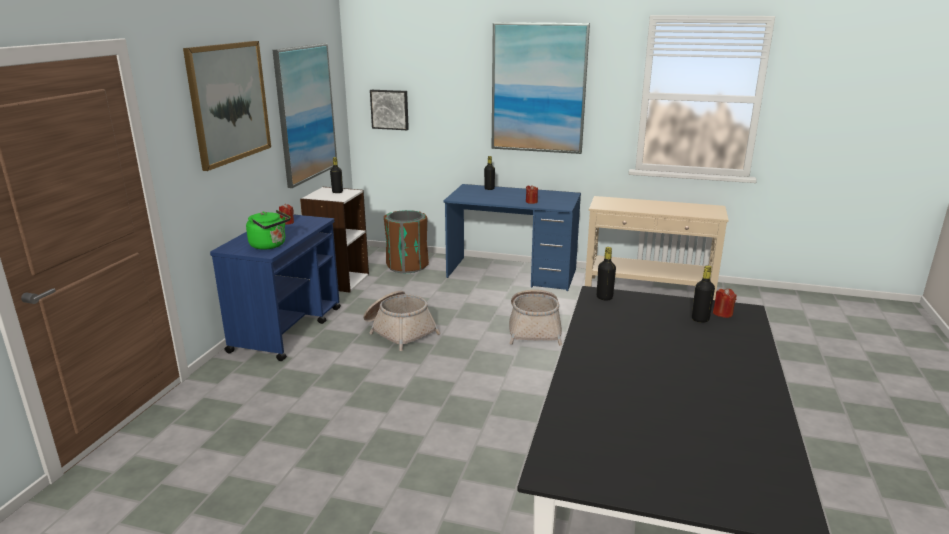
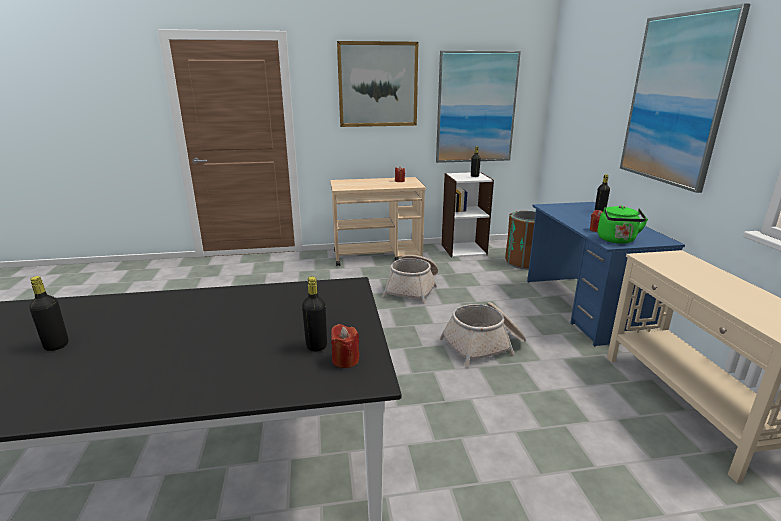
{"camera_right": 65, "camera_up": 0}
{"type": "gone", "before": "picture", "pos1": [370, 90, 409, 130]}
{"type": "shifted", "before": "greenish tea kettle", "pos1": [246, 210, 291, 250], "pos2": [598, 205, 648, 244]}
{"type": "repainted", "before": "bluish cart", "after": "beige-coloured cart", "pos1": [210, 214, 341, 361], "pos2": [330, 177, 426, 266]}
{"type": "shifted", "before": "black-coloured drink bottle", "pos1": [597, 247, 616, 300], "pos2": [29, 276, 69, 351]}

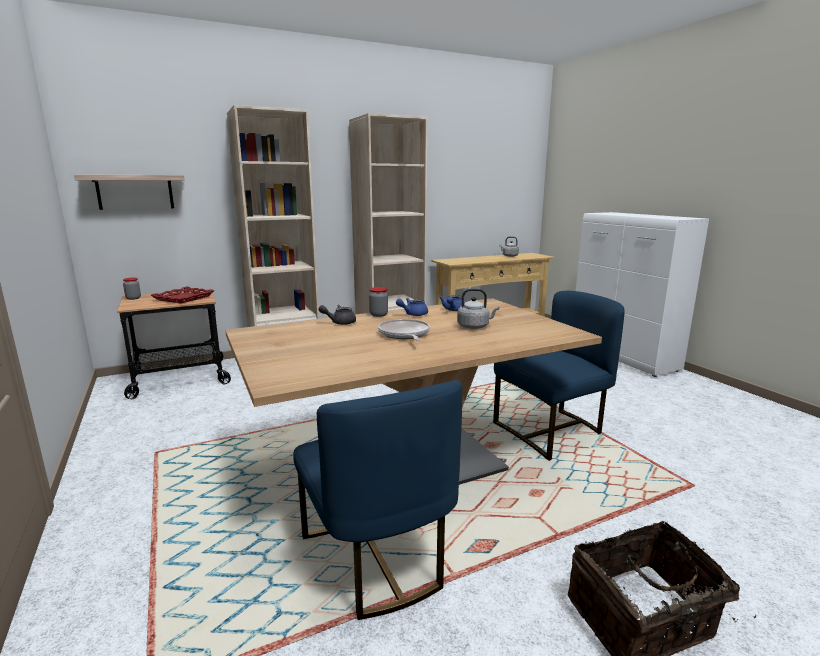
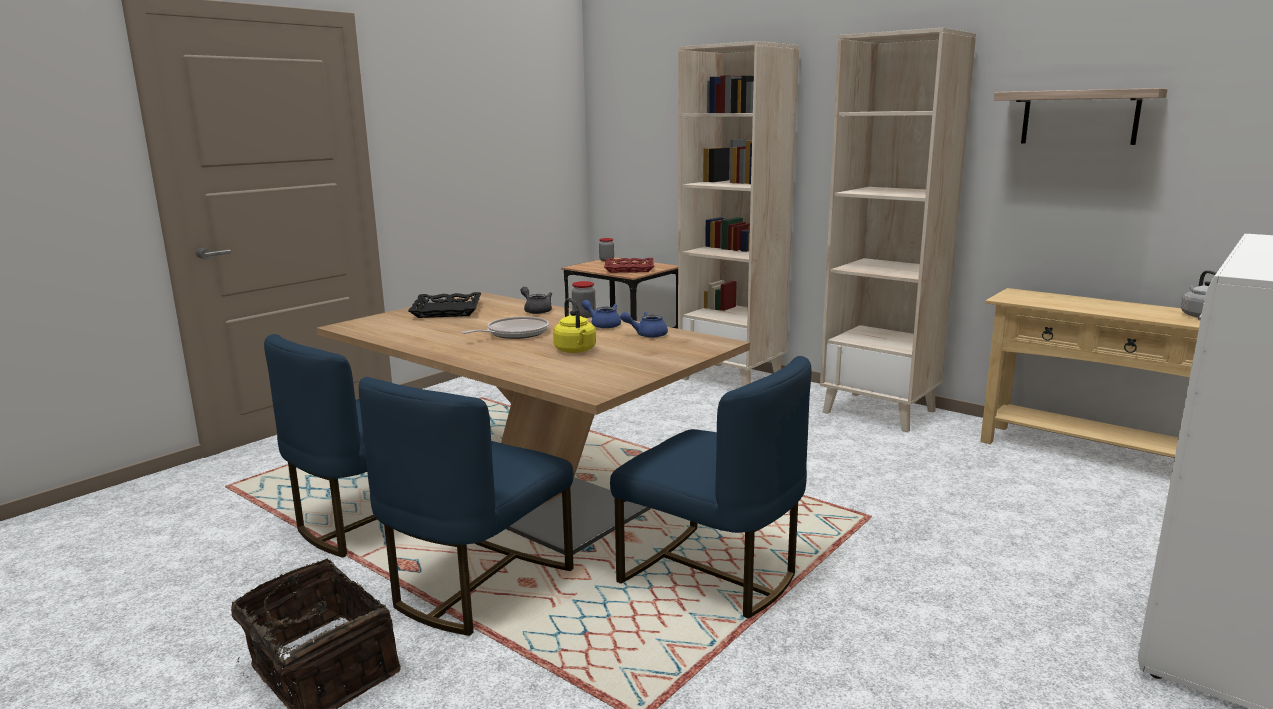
{"camera_right": 65, "camera_up": 0}
{"type": "shifted", "before": "wall shelf", "pos1": [74, 174, 184, 210], "pos2": [994, 88, 1167, 145]}
{"type": "repainted", "before": "gray tea kettle", "after": "yellowish tea kettle", "pos1": [457, 288, 500, 329], "pos2": [553, 298, 596, 353]}
{"type": "new", "after": "black-coloured serving tray", "pos2": [408, 292, 481, 318]}
{"type": "new", "after": "bluish plain chair", "pos2": [359, 377, 573, 636]}

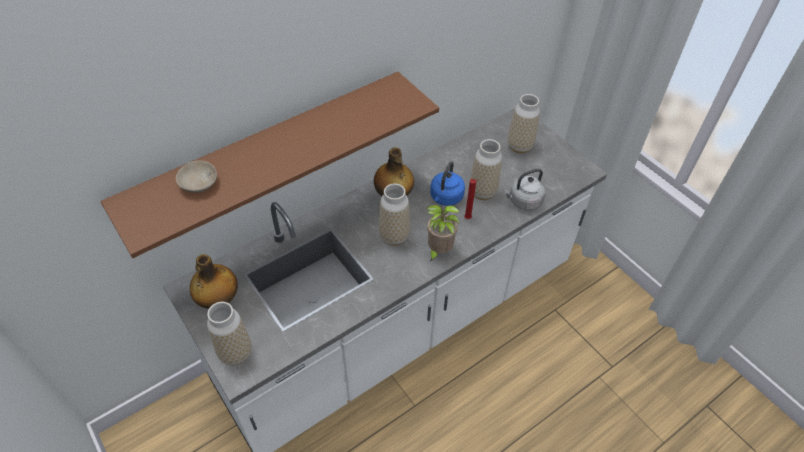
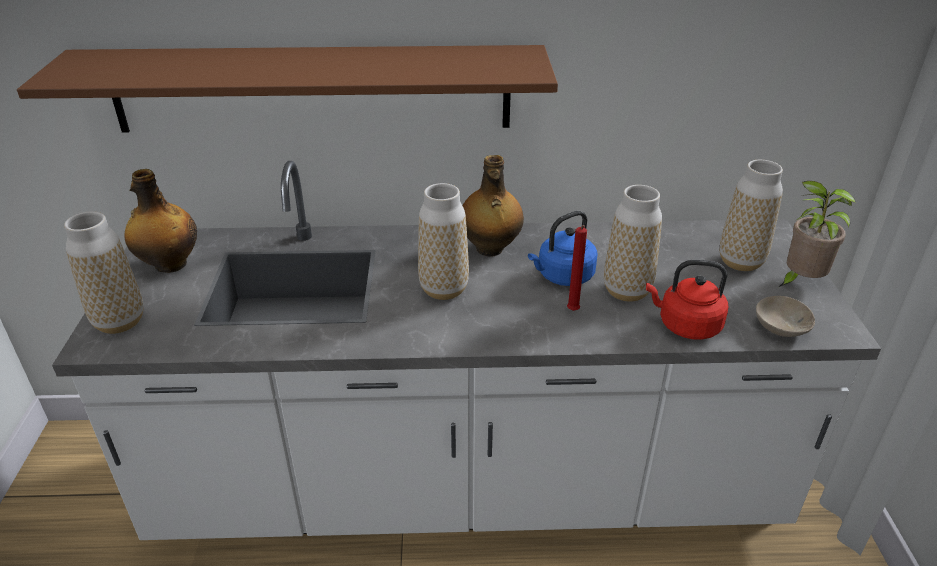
{"camera_right": 35, "camera_up": -15}
{"type": "shifted", "before": "beige-coloured bowl", "pos1": [176, 161, 217, 193], "pos2": [756, 296, 815, 337]}
{"type": "repainted", "before": "gray tea kettle", "after": "reddish tea kettle", "pos1": [503, 169, 546, 210], "pos2": [646, 260, 728, 340]}
{"type": "shifted", "before": "houseplant", "pos1": [427, 205, 460, 262], "pos2": [779, 181, 856, 287]}

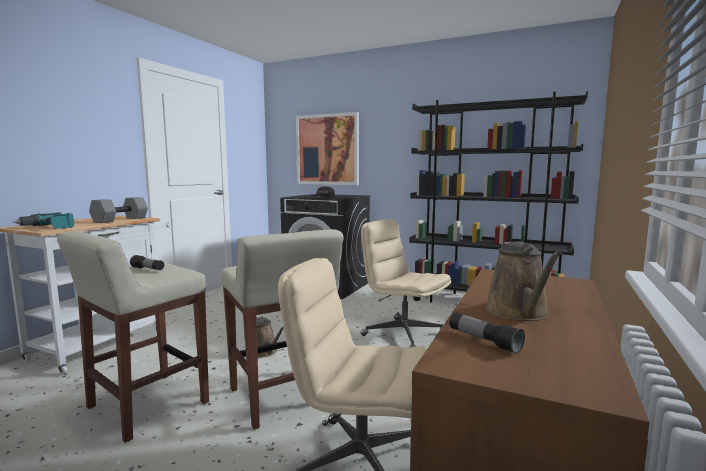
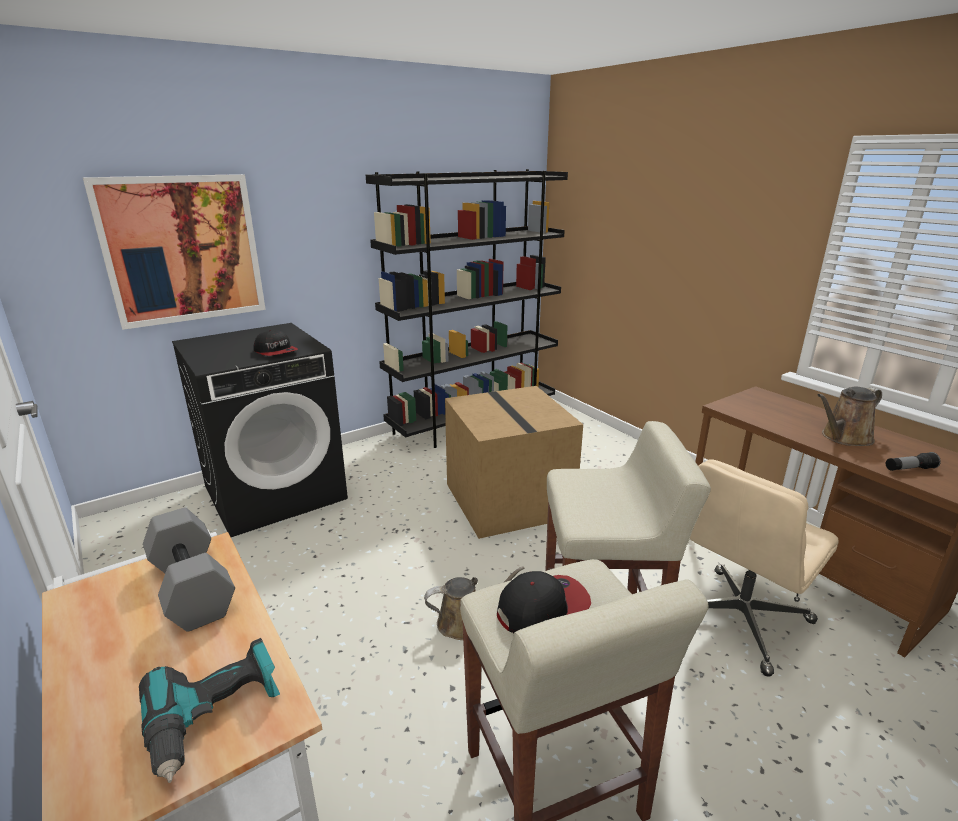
{"camera_right": -60, "camera_up": 15}
{"type": "swapped", "before": "beige-coloured office chair", "after": "carton", "pos1": [361, 219, 451, 347], "pos2": [445, 386, 583, 539]}
{"type": "rotated", "before": "brownish watering can", "pos1": [485, 241, 562, 321], "pos2": [817, 387, 882, 446], "turn": 120}
{"type": "swapped", "before": "hand torch", "after": "peaked cap", "pos1": [130, 255, 164, 270], "pos2": [497, 571, 591, 633]}

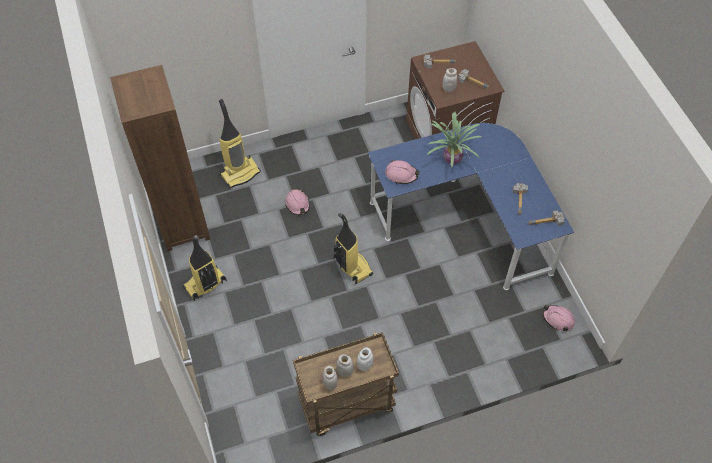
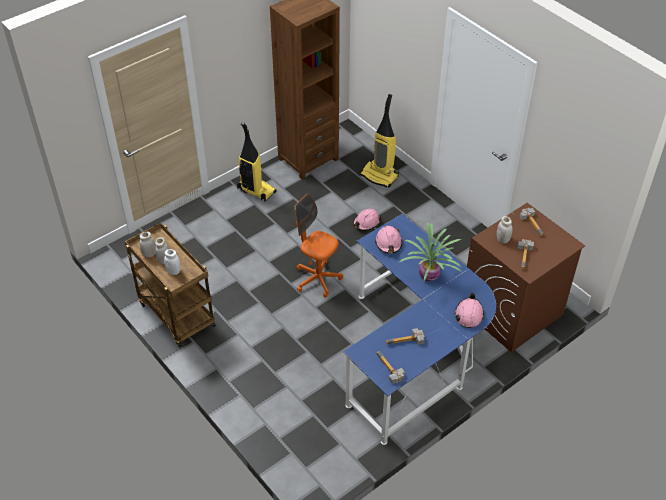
{"camera_right": 70, "camera_up": -10}
{"type": "swapped", "before": "vacuum cleaner", "after": "orange-coloured office chair", "pos1": [334, 213, 373, 284], "pos2": [294, 194, 343, 297]}
{"type": "shifted", "before": "pink work helmet", "pos1": [543, 305, 575, 331], "pos2": [455, 293, 484, 328]}

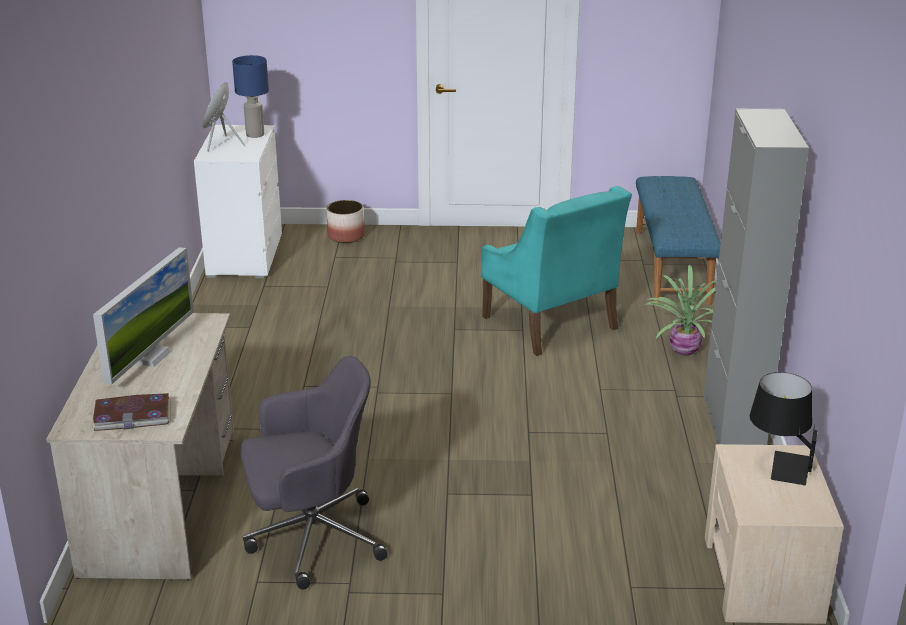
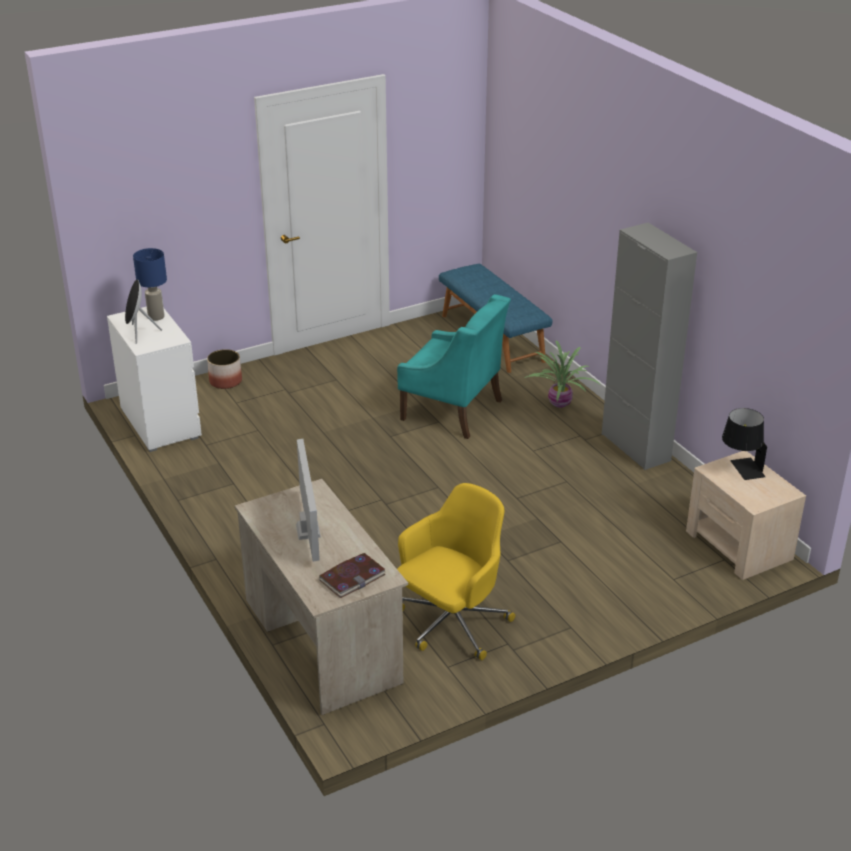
{"camera_right": -30, "camera_up": 5}
{"type": "repainted", "before": "gray office chair", "after": "yellowish office chair", "pos1": [240, 356, 387, 590], "pos2": [397, 483, 515, 660]}

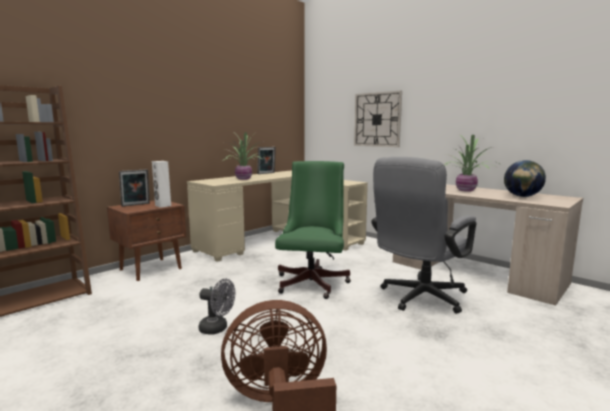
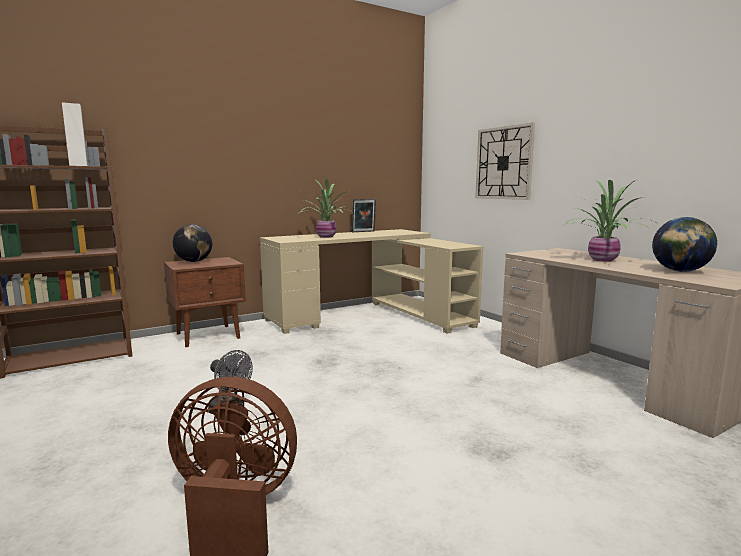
{"camera_right": 15, "camera_up": 0}
{"type": "gone", "before": "gray office chair", "pos1": [371, 157, 476, 314]}
{"type": "shifted", "before": "white loudspeaker", "pos1": [152, 161, 171, 208], "pos2": [62, 102, 87, 166]}
{"type": "gone", "before": "greenish office chair", "pos1": [275, 161, 351, 299]}
{"type": "swapped", "before": "picture frame", "after": "globe", "pos1": [119, 169, 150, 207], "pos2": [173, 224, 212, 262]}

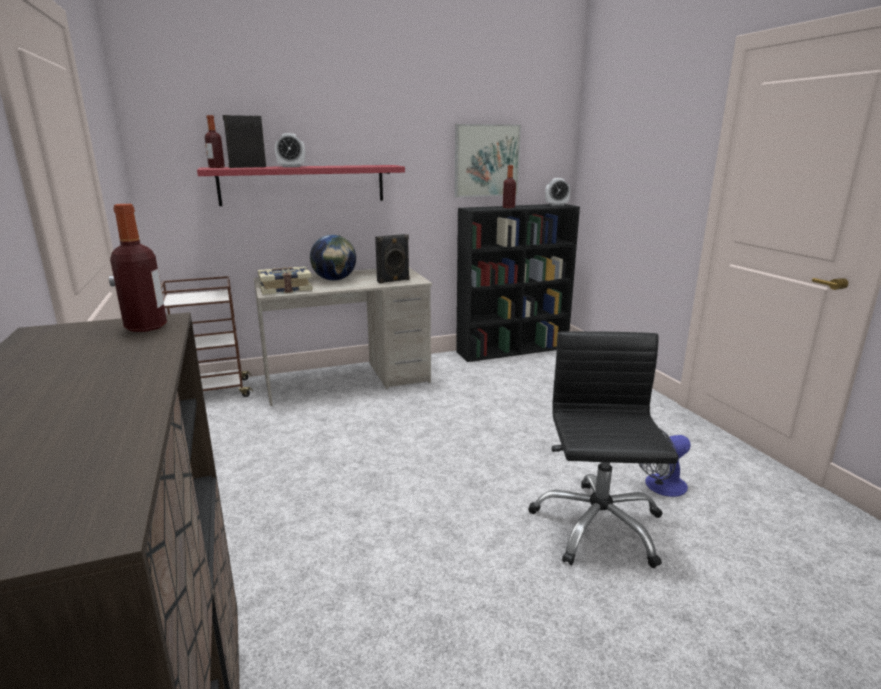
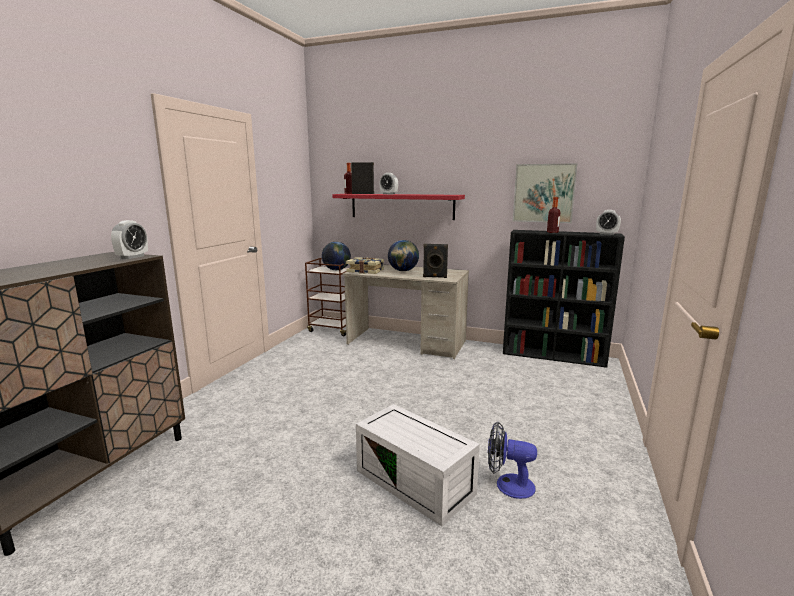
{"camera_right": 40, "camera_up": -5}
{"type": "swapped", "before": "drink bottle", "after": "bedside clock", "pos1": [110, 204, 167, 332], "pos2": [111, 220, 148, 259]}
{"type": "swapped", "before": "black-coloured office chair", "after": "white storage bin", "pos1": [528, 331, 679, 568], "pos2": [356, 404, 480, 526]}
{"type": "new", "after": "globe", "pos2": [322, 242, 351, 270]}

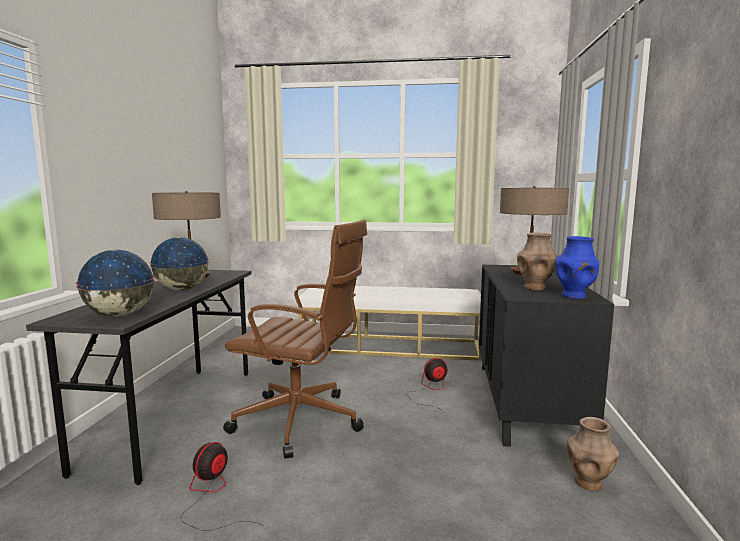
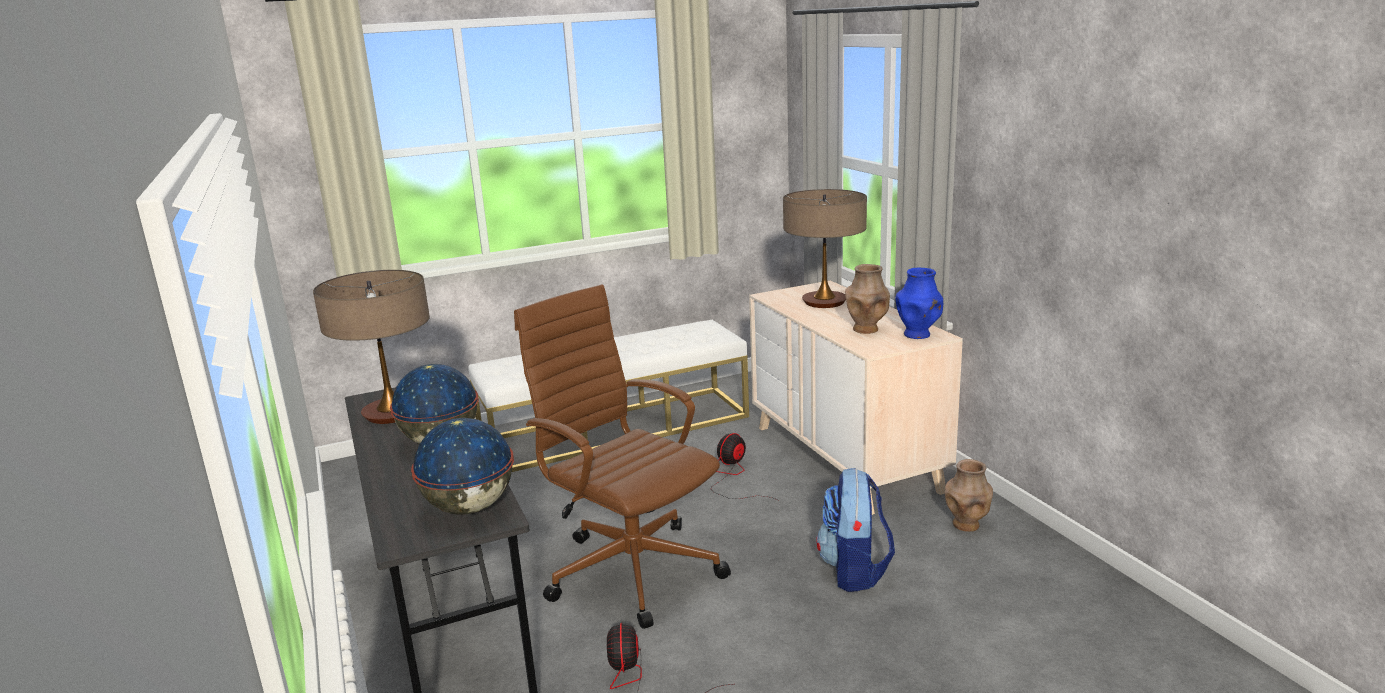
{"camera_right": -30, "camera_up": 10}
{"type": "rotated", "before": "brownish office chair", "pos1": [223, 219, 367, 459], "pos2": [514, 284, 731, 629], "turn": -120}
{"type": "repainted", "before": "black-coloured dresser", "after": "beige-coloured dresser", "pos1": [479, 265, 614, 447], "pos2": [749, 281, 963, 515]}
{"type": "new", "after": "knapsack", "pos2": [816, 468, 895, 592]}

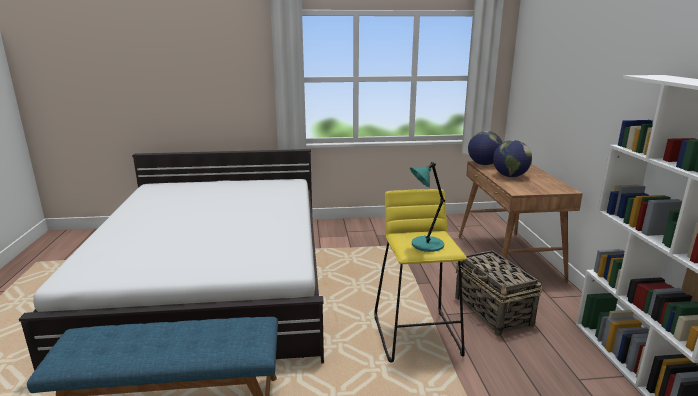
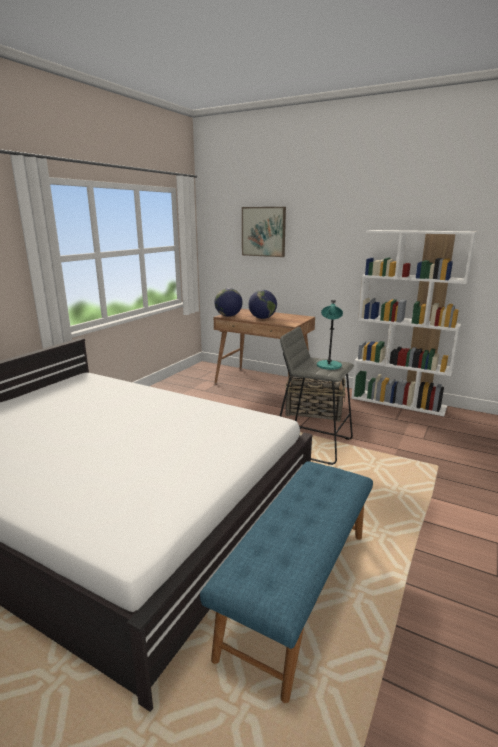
{"camera_right": -55, "camera_up": 0}
{"type": "repainted", "before": "yellowish stool", "after": "gray stool", "pos1": [374, 189, 467, 363], "pos2": [280, 327, 354, 465]}
{"type": "new", "after": "picture", "pos2": [242, 207, 286, 257]}

